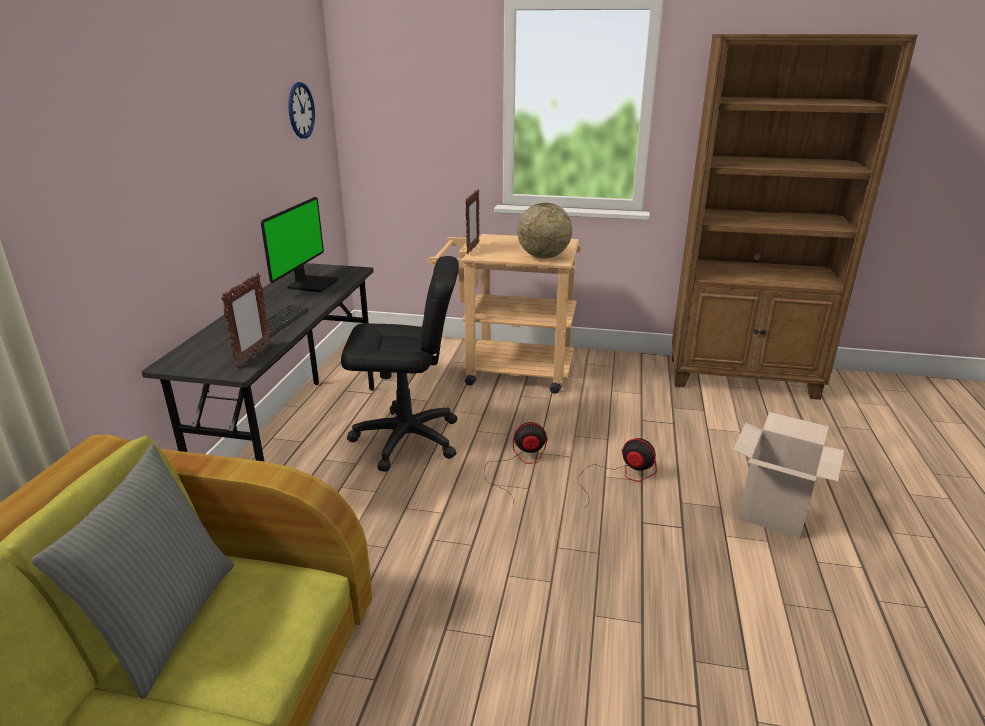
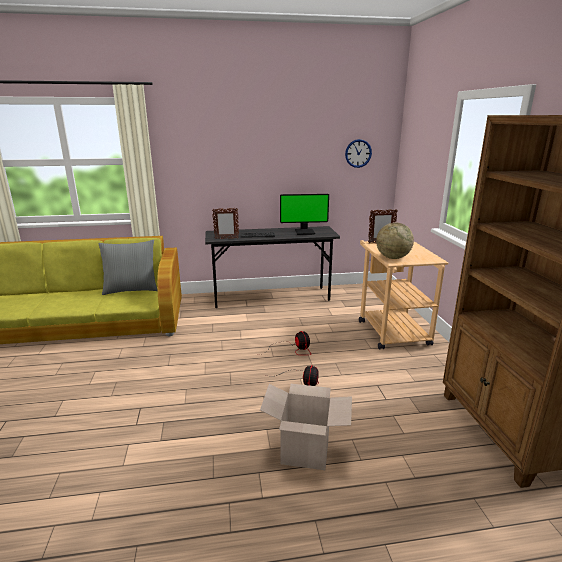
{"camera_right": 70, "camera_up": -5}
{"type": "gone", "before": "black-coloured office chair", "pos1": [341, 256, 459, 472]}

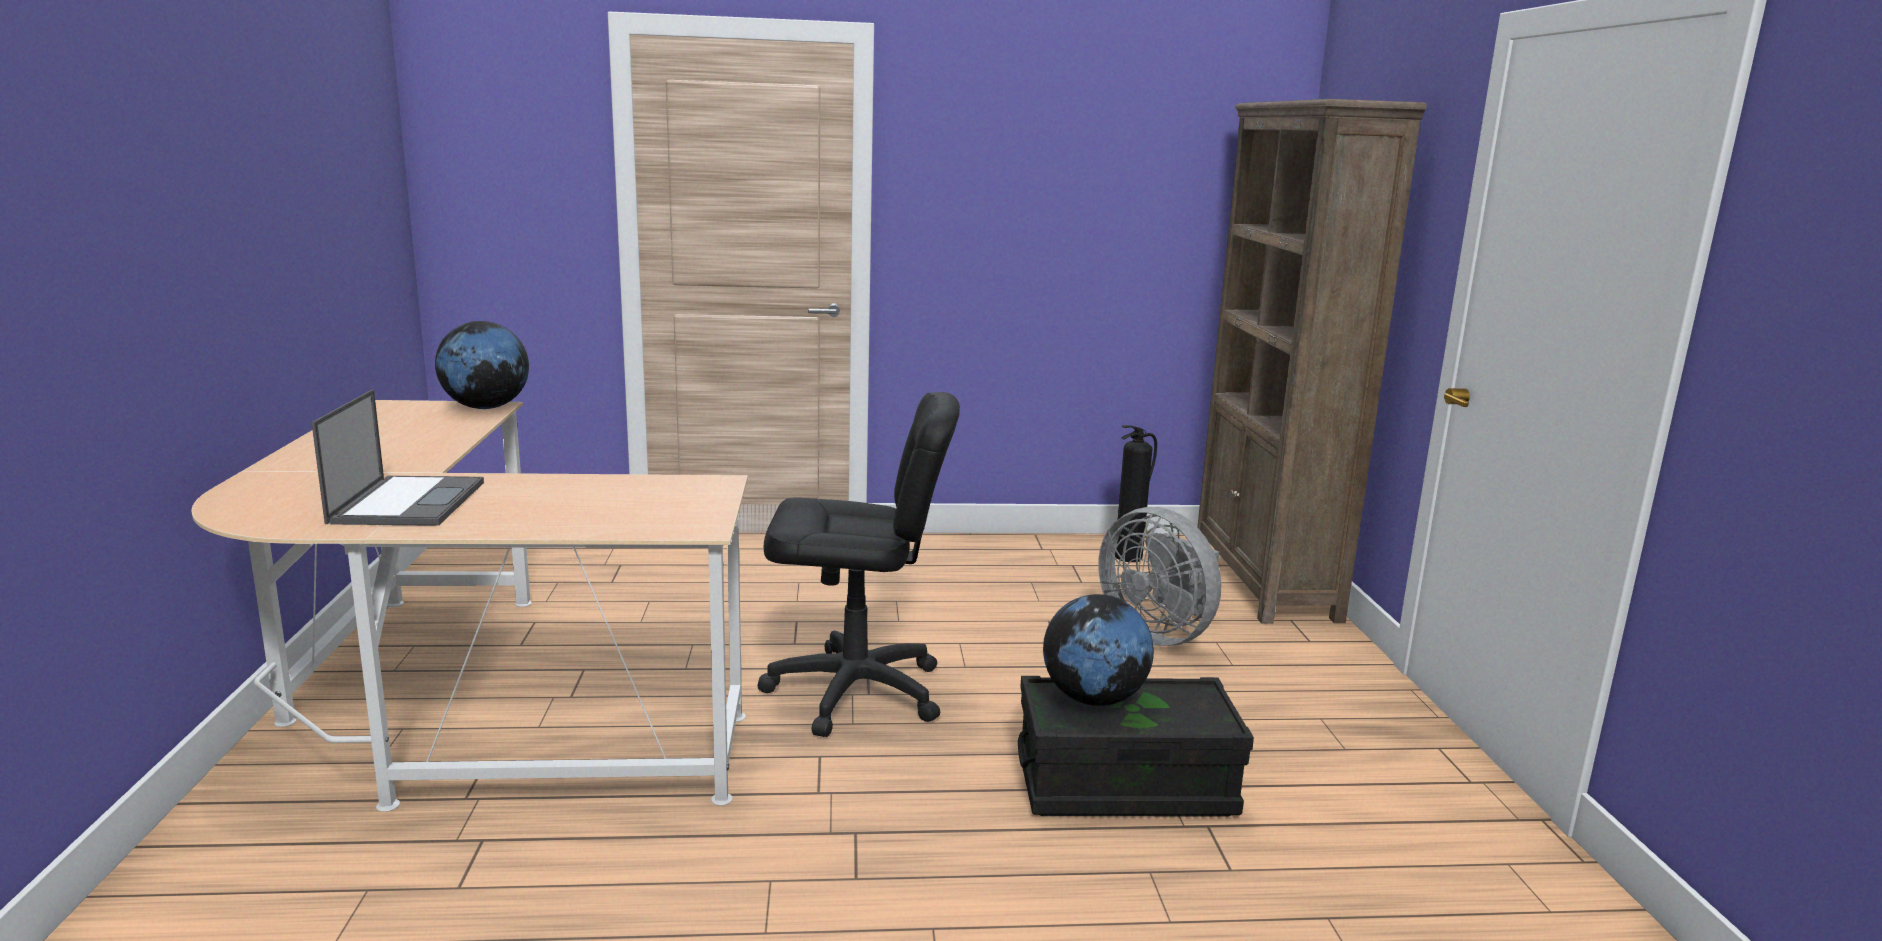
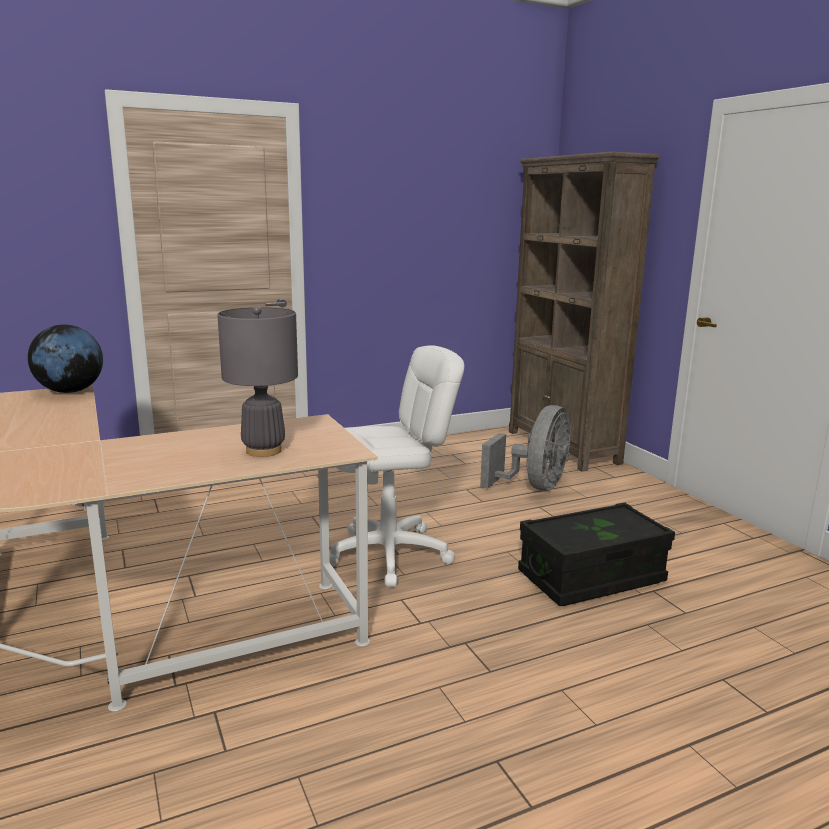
{"camera_right": -20, "camera_up": 0}
{"type": "gone", "before": "portable computer", "pos1": [312, 389, 484, 526]}
{"type": "repainted", "before": "black-coloured office chair", "after": "white office chair", "pos1": [757, 392, 960, 737], "pos2": [329, 345, 464, 587]}
{"type": "gone", "before": "fire-fighting cylinder", "pos1": [1115, 425, 1157, 562]}
{"type": "rotated", "before": "gray cooling fan", "pos1": [1098, 507, 1221, 646], "pos2": [480, 405, 571, 491], "turn": -90}
{"type": "gone", "before": "globe", "pos1": [1043, 594, 1154, 706]}
{"type": "new", "after": "gray tabletop lamp", "pos2": [217, 306, 298, 457]}

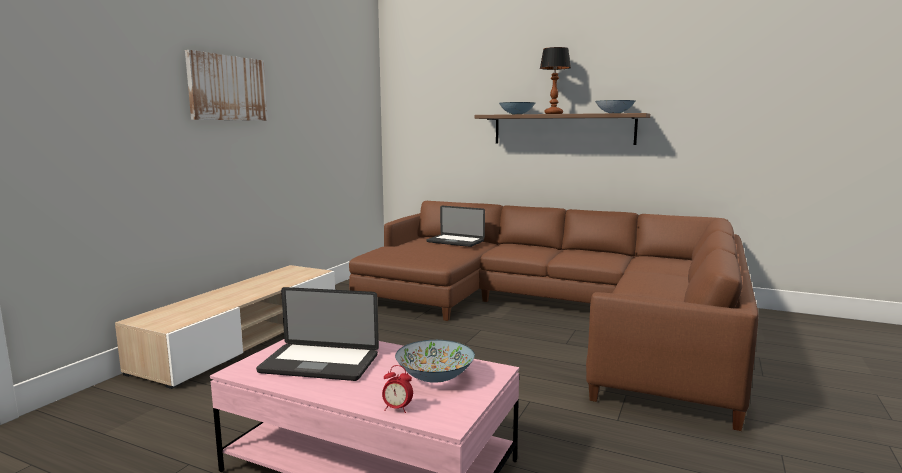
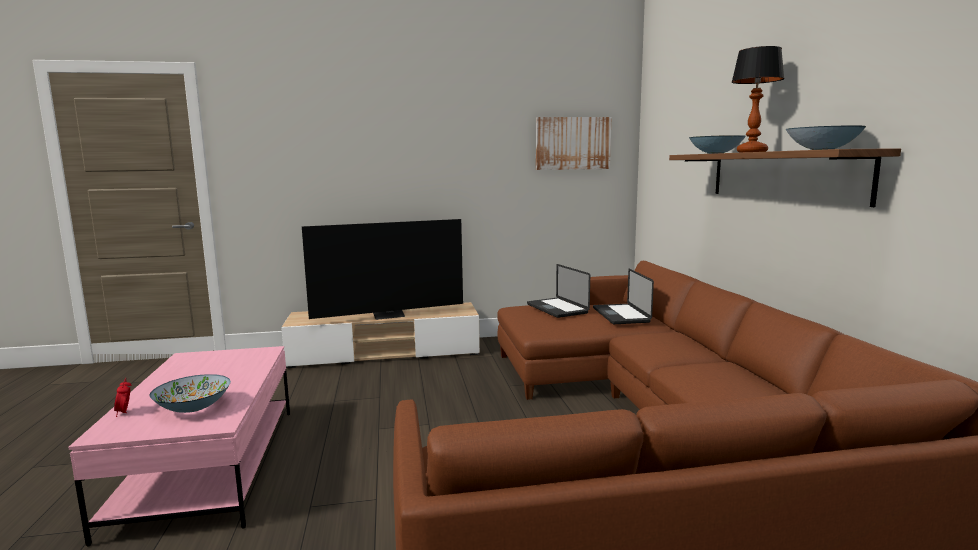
{"camera_right": 55, "camera_up": 0}
{"type": "shifted", "before": "picture", "pos1": [185, 50, 267, 121], "pos2": [536, 117, 611, 170]}
{"type": "shifted", "before": "portable computer", "pos1": [256, 287, 379, 381], "pos2": [527, 264, 590, 318]}
{"type": "new", "after": "TV", "pos2": [302, 219, 463, 320]}

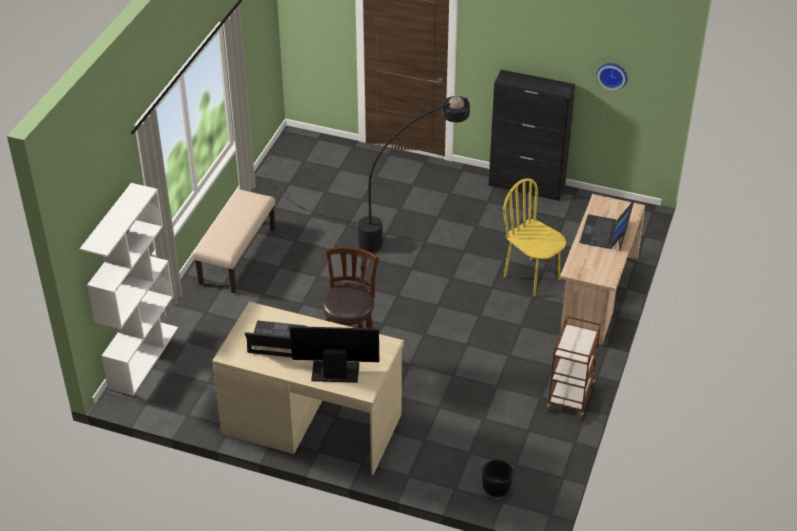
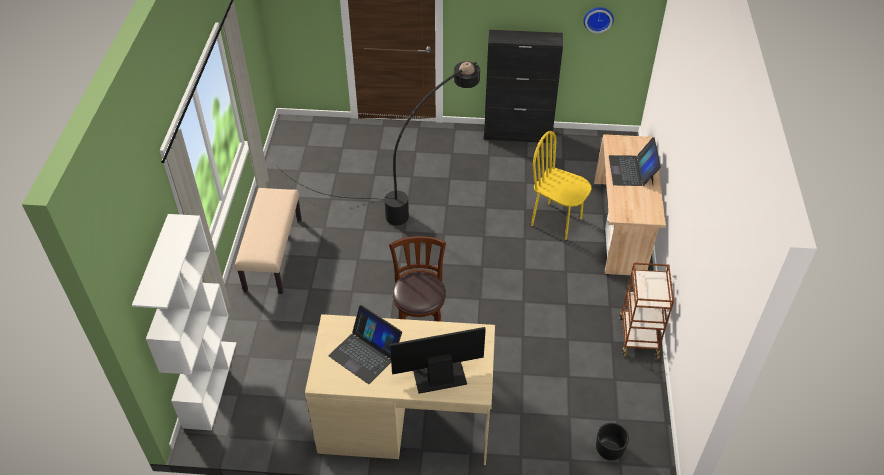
{"camera_right": -15, "camera_up": 5}
{"type": "rotated", "before": "portable computer", "pos1": [245, 321, 307, 357], "pos2": [329, 305, 402, 384], "turn": -135}

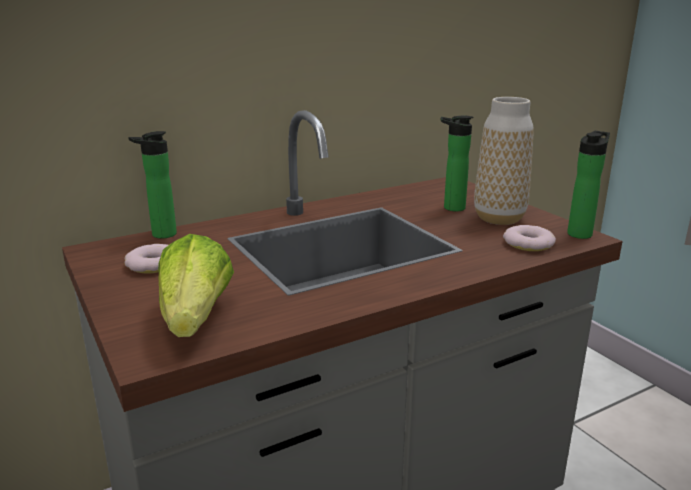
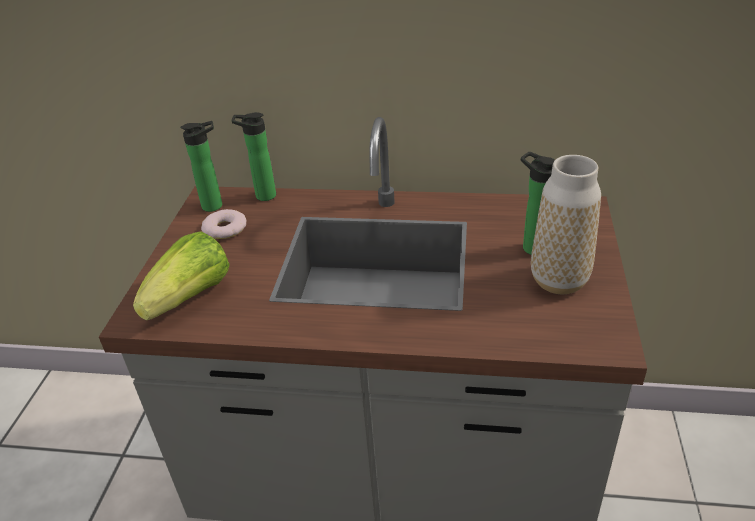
{"camera_right": 40, "camera_up": 15}
{"type": "shifted", "before": "drink bottle", "pos1": [567, 131, 610, 239], "pos2": [180, 121, 222, 212]}
{"type": "gone", "before": "donut", "pos1": [503, 225, 556, 251]}

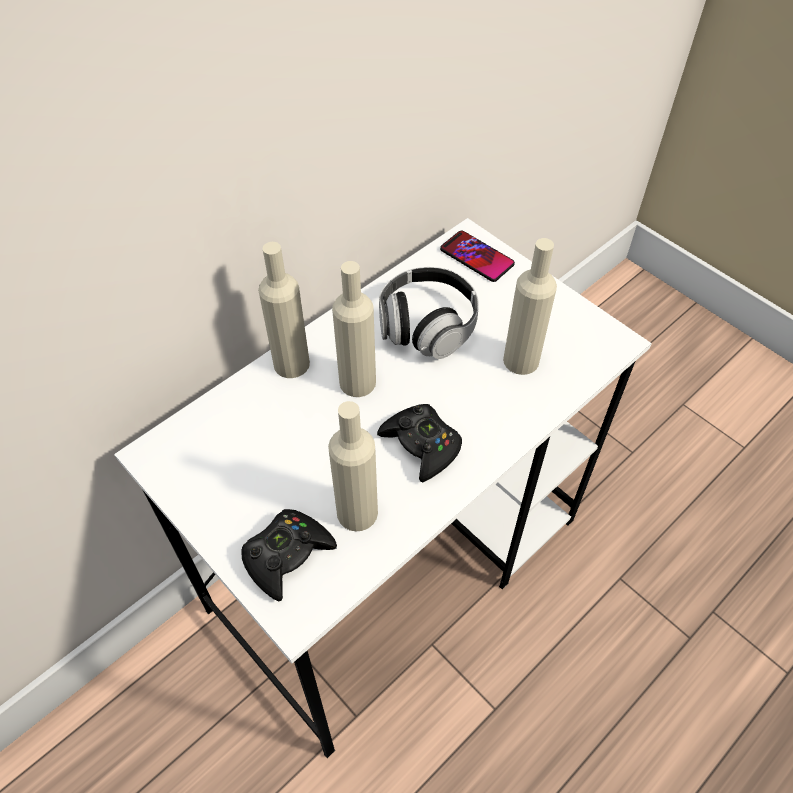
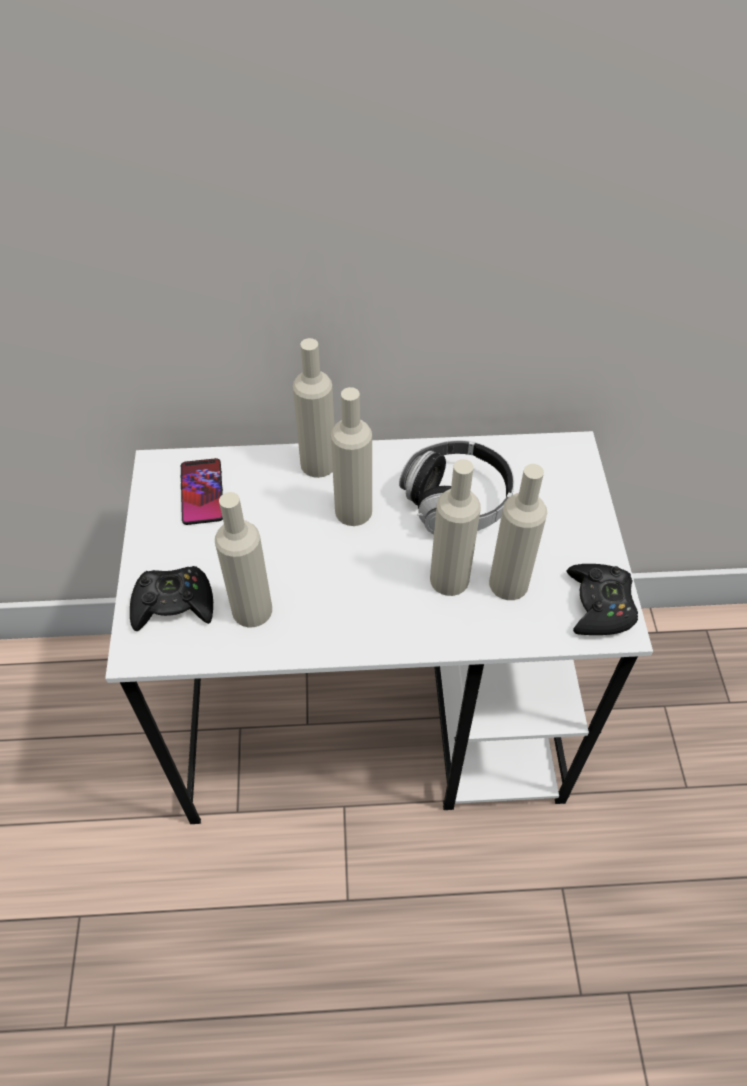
{"camera_right": 40, "camera_up": 0}
{"type": "shifted", "before": "telephone", "pos1": [440, 231, 515, 282], "pos2": [181, 458, 223, 525]}
{"type": "shifted", "before": "black-coloured gamepad", "pos1": [377, 404, 462, 482], "pos2": [567, 564, 638, 635]}
{"type": "new", "after": "beige-coloured drink bottle", "pos2": [430, 459, 481, 596]}

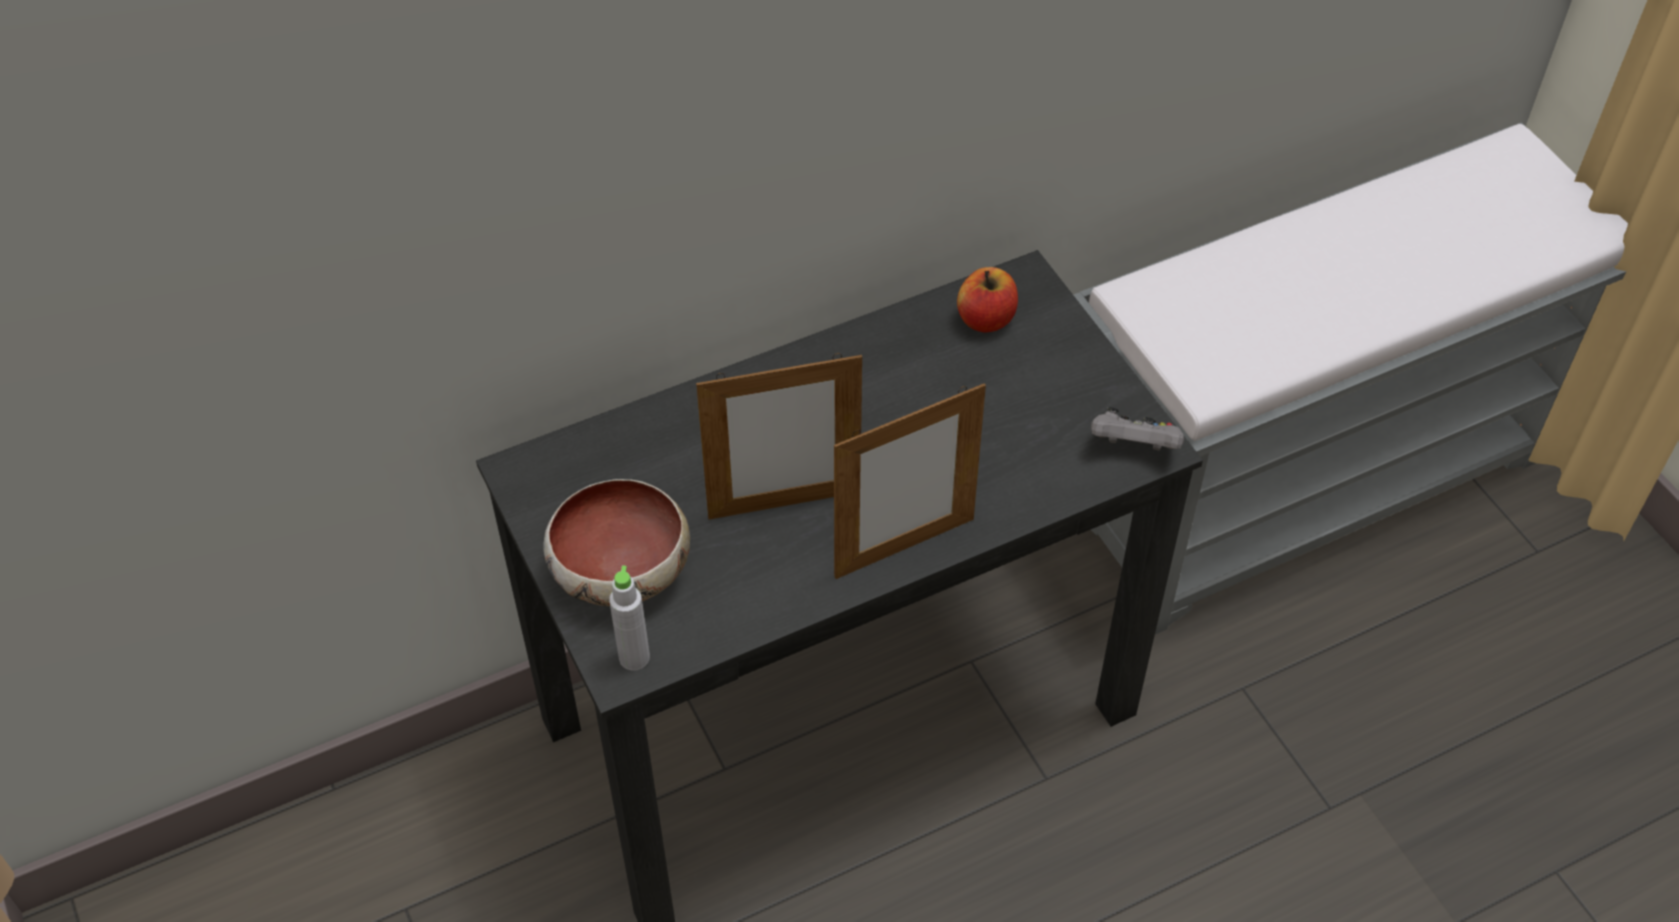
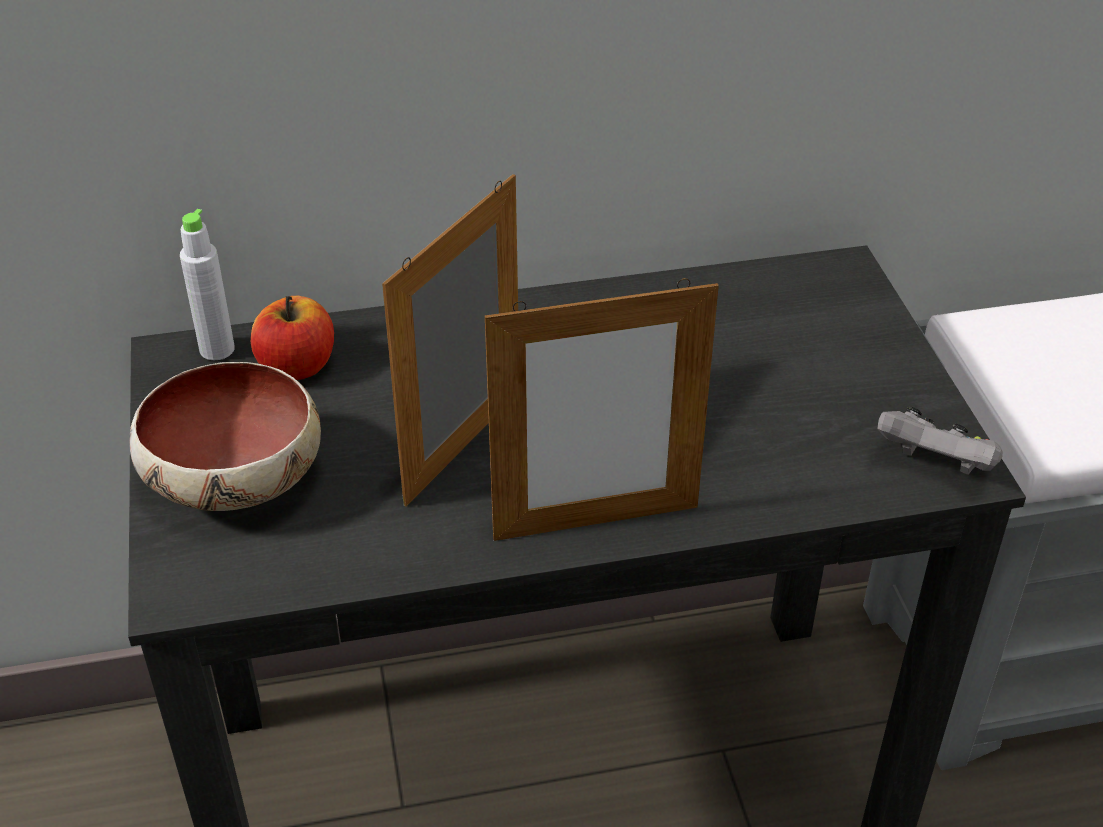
{"camera_right": 15, "camera_up": -10}
{"type": "shifted", "before": "apple fruit", "pos1": [957, 267, 1018, 333], "pos2": [251, 296, 334, 380]}
{"type": "rotated", "before": "picture frame", "pos1": [696, 353, 862, 519], "pos2": [382, 174, 518, 507], "turn": 120}
{"type": "shifted", "before": "gray drink bottle", "pos1": [609, 566, 650, 671], "pos2": [180, 209, 235, 360]}

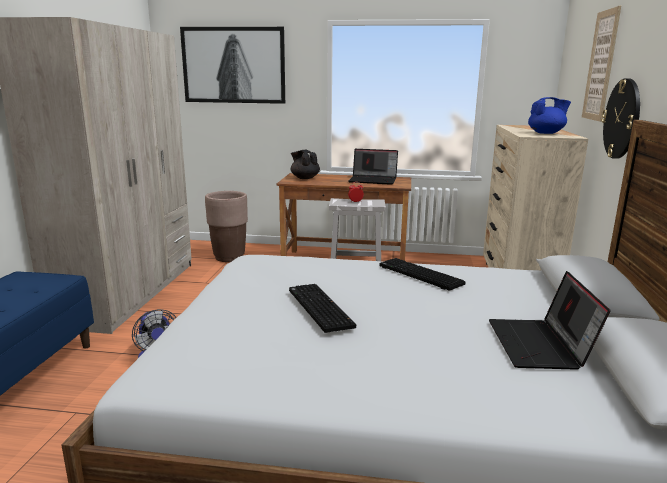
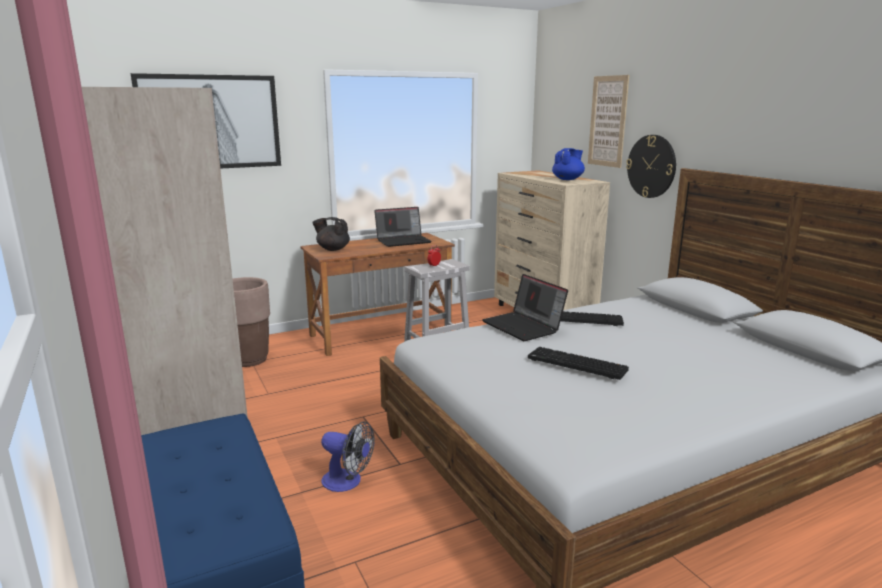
{"camera_right": -35, "camera_up": 0}
{"type": "shifted", "before": "portable computer", "pos1": [489, 271, 611, 370], "pos2": [482, 274, 568, 341]}

